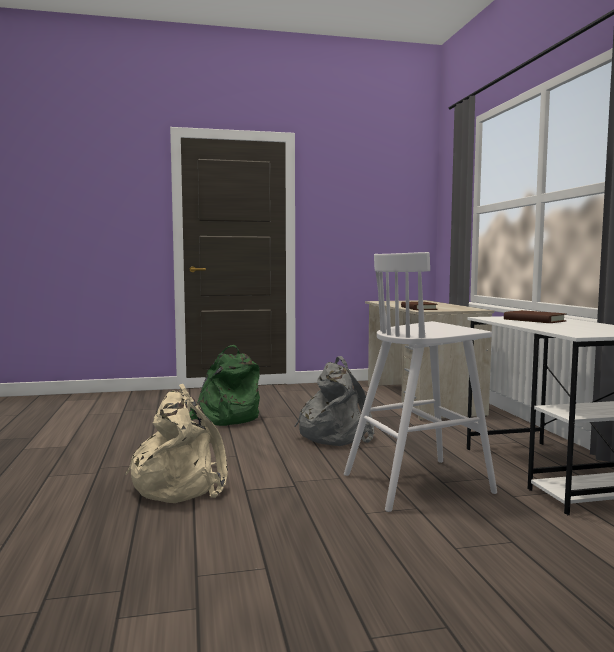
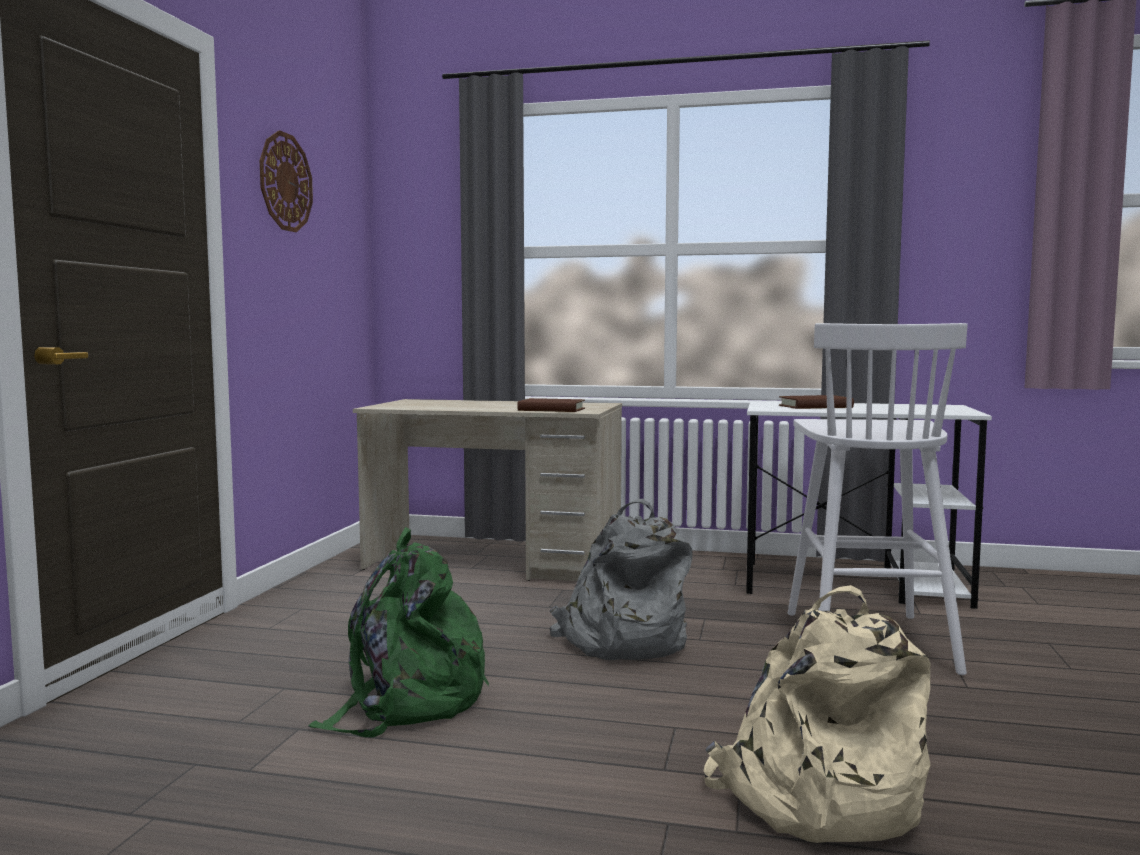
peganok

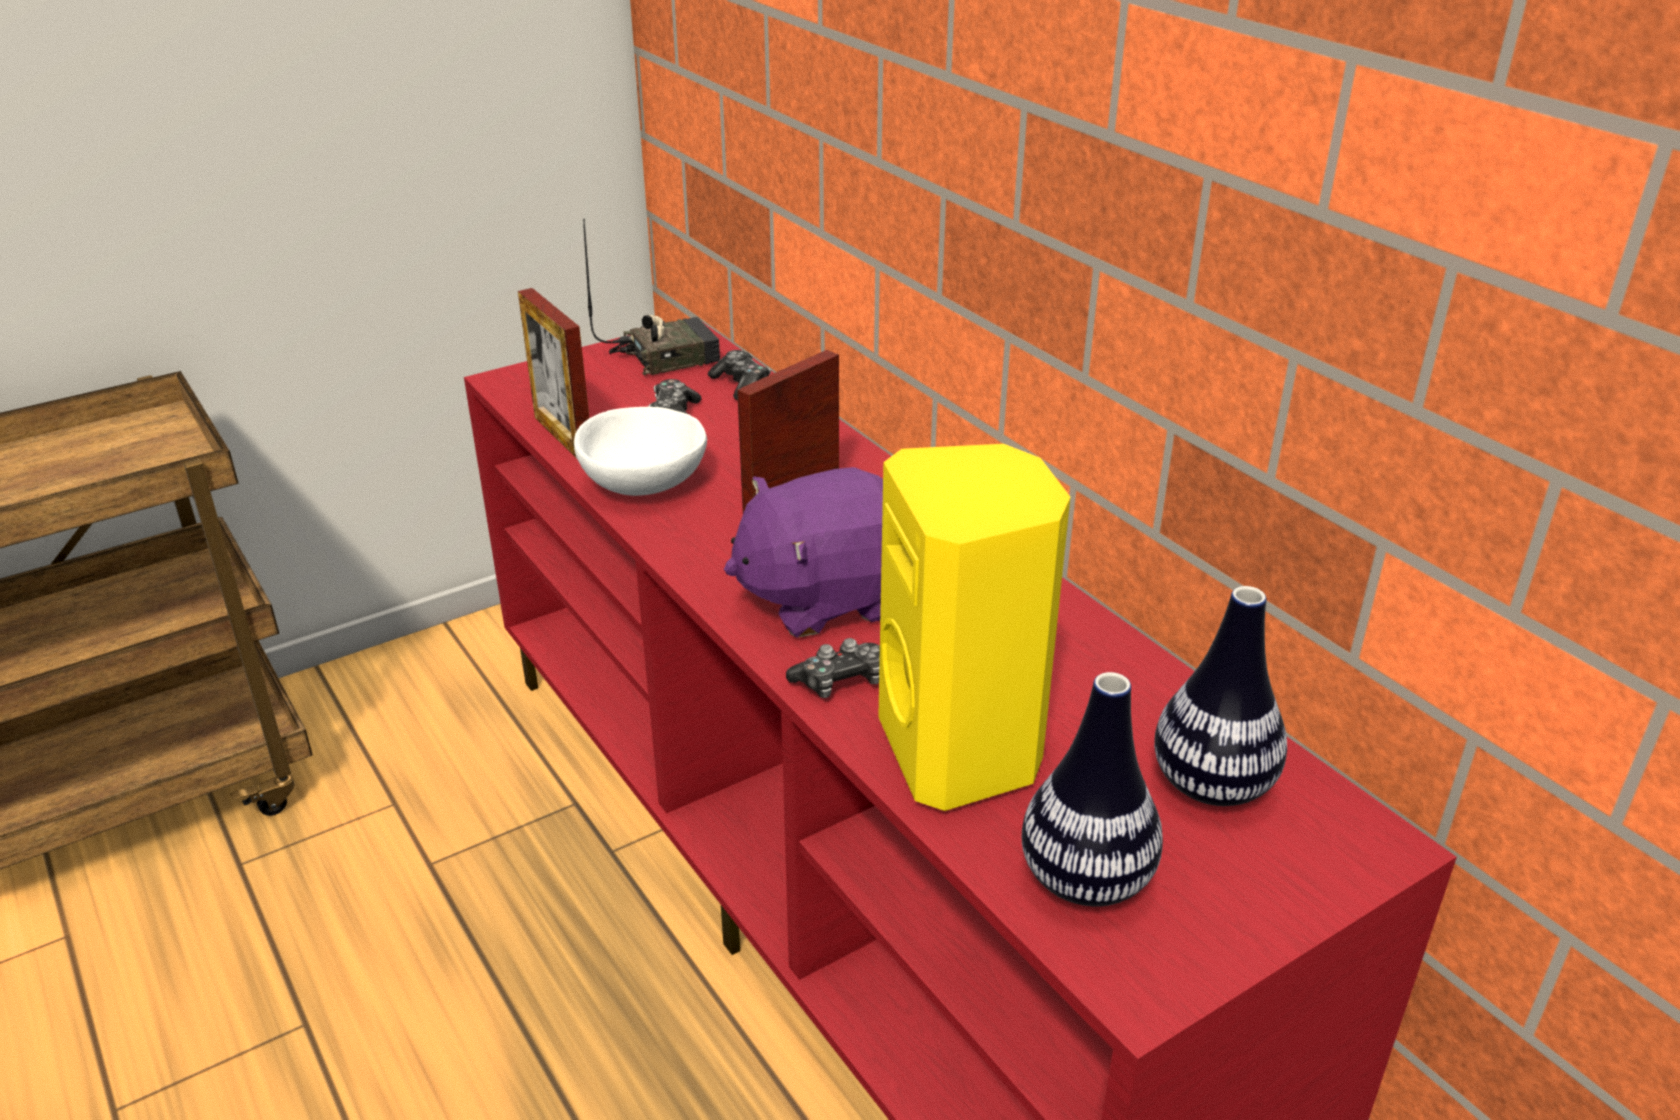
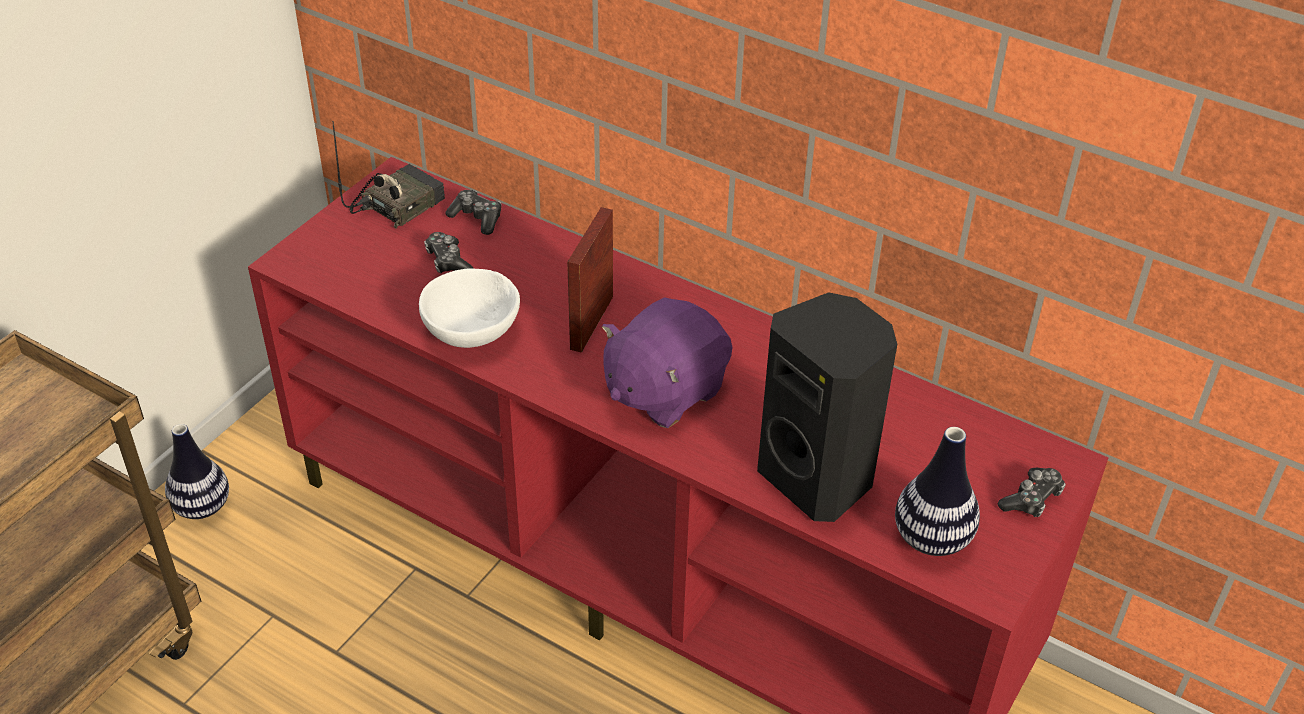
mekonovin (1st from left in the first image); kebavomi (3rd from left); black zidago; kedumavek (1st from left)

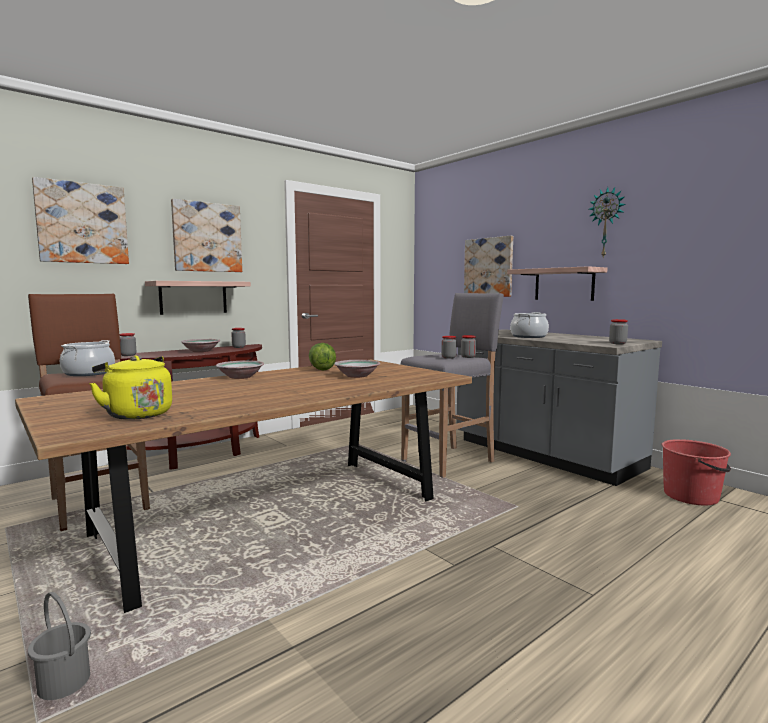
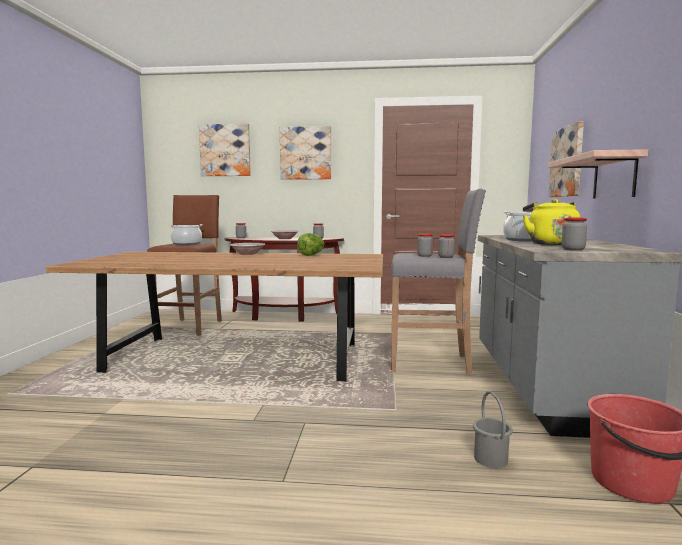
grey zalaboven; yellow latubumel; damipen (1st from left in the first image); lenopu (3rd from left in the first image); peganok

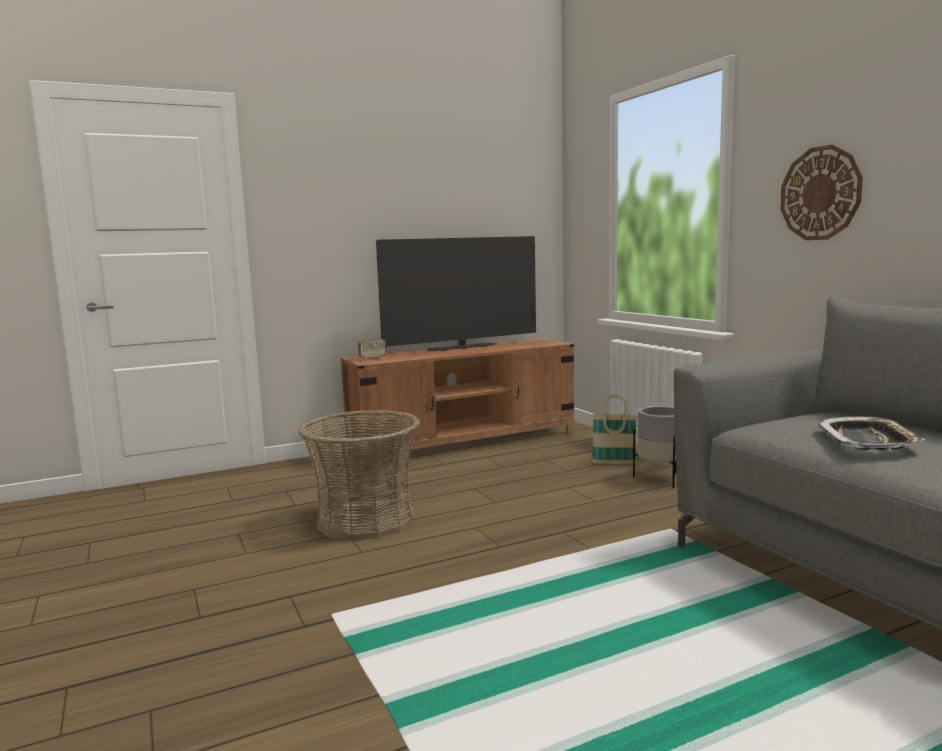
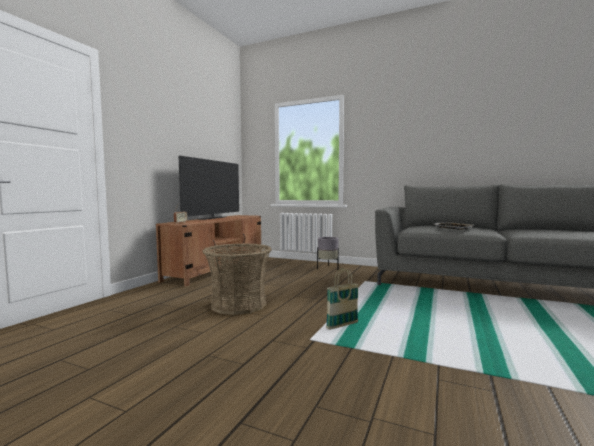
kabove (2nd from left); peganok

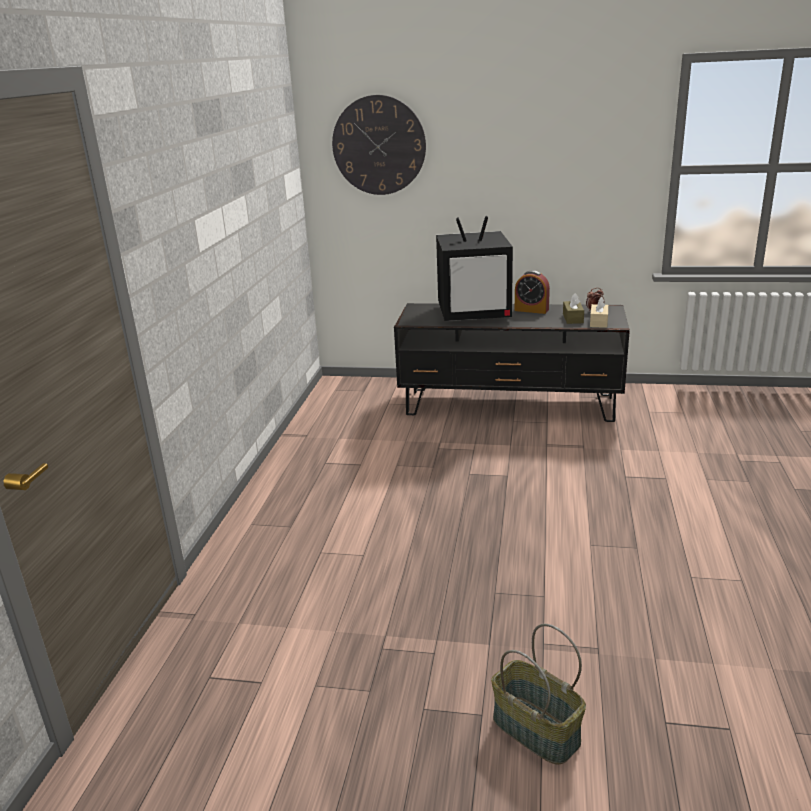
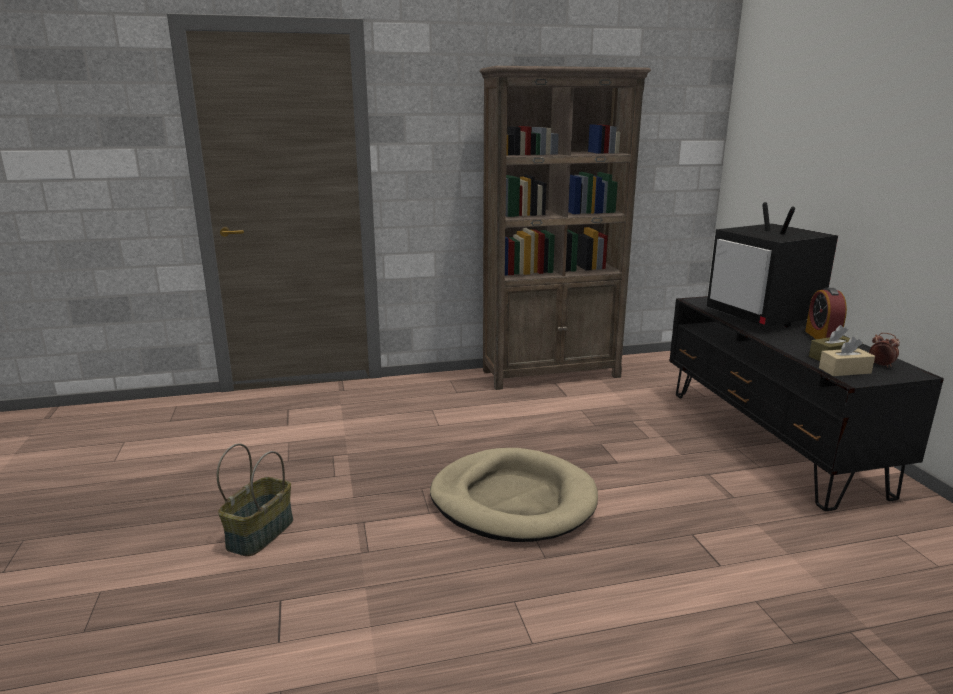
peganok; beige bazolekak; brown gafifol

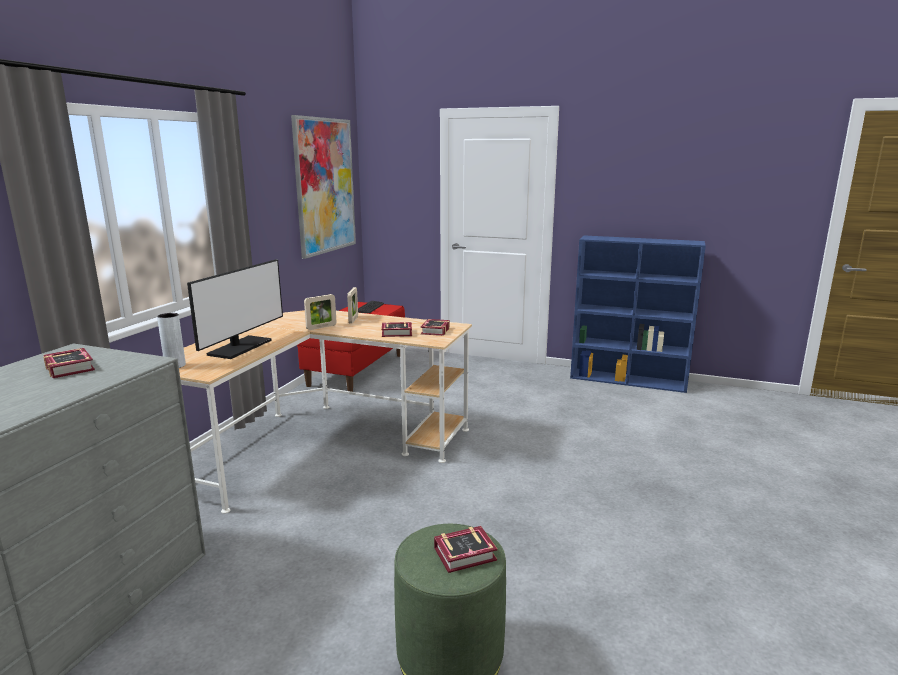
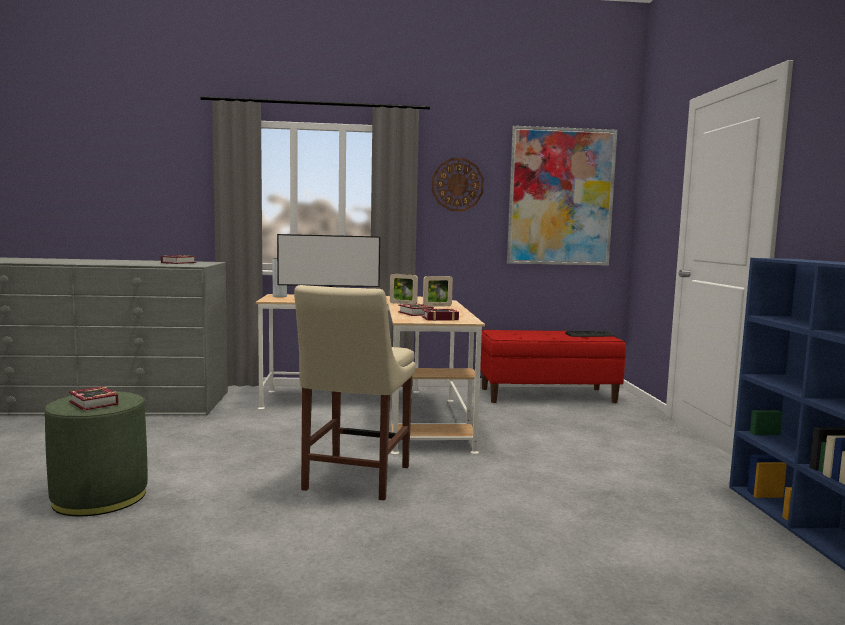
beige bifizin; peganok

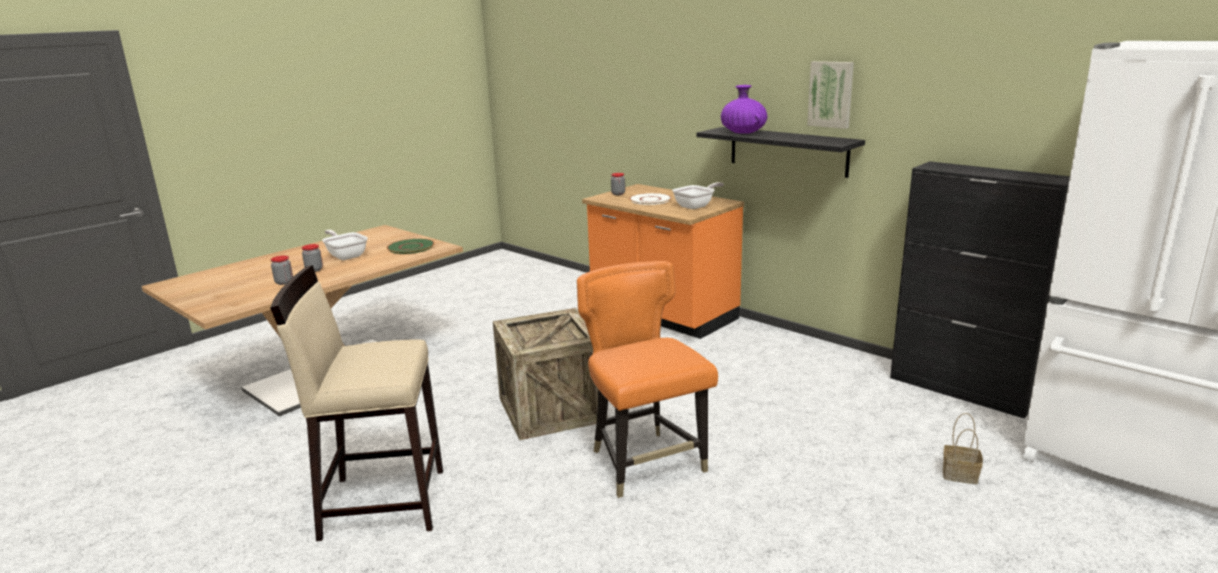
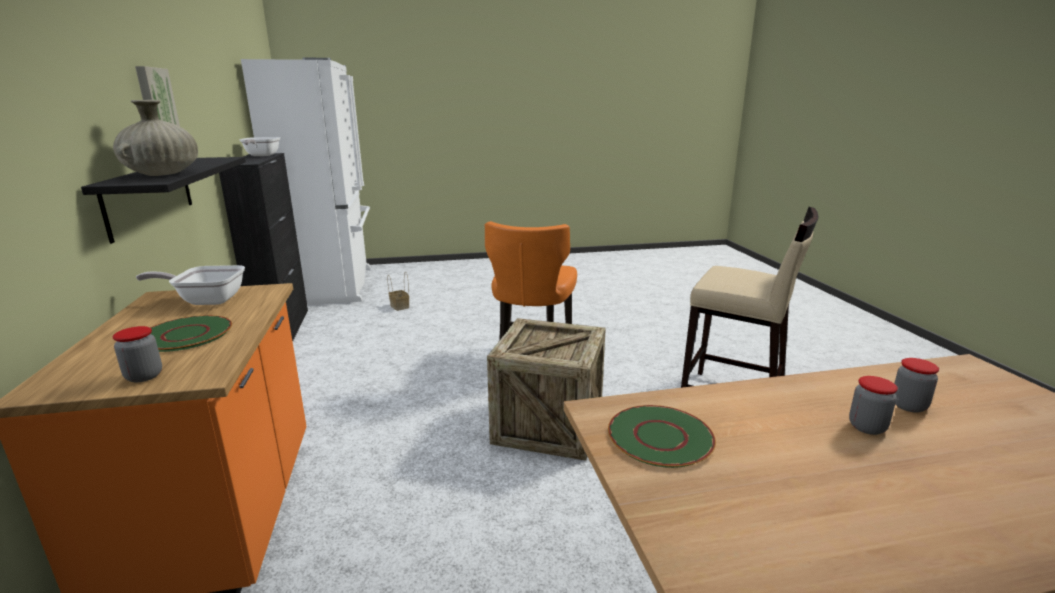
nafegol (2nd from left); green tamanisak (1st from left); beige kedumavek

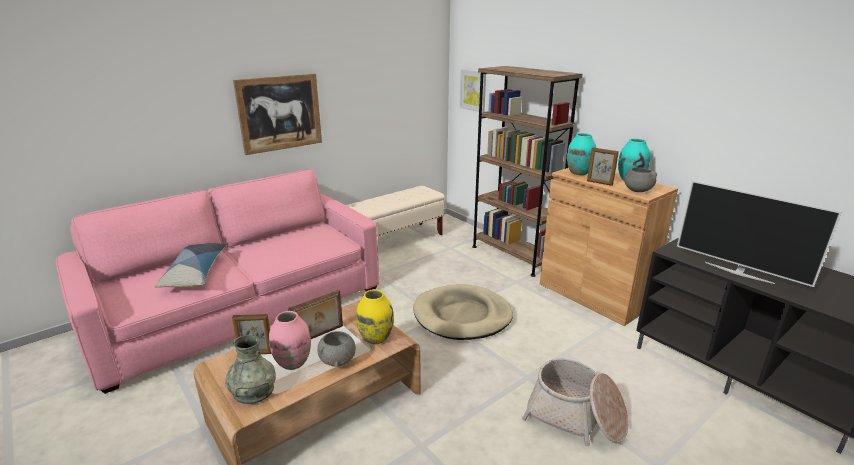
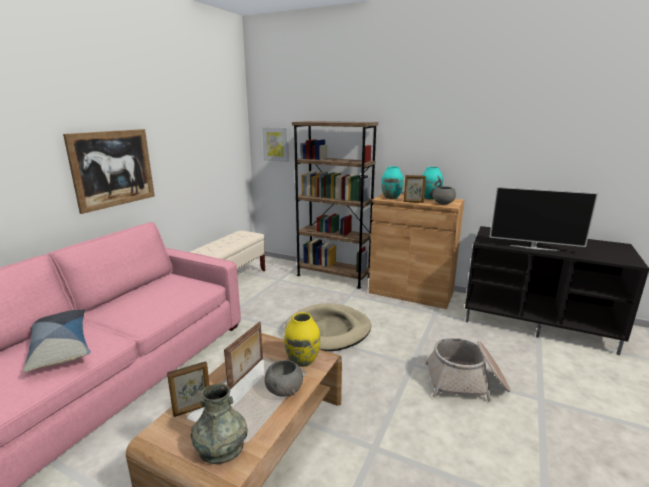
pink kedumavek

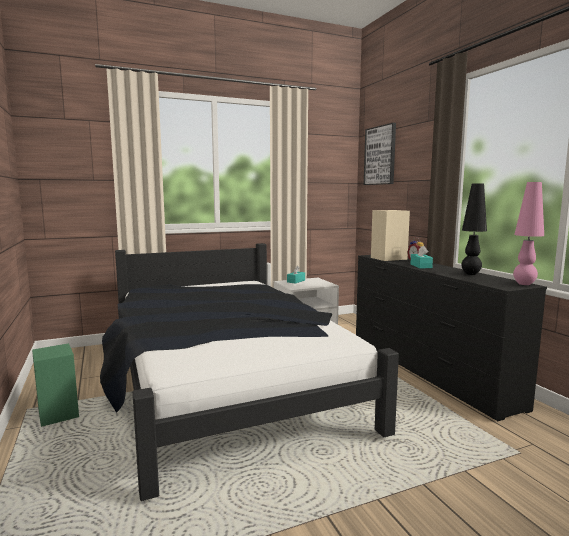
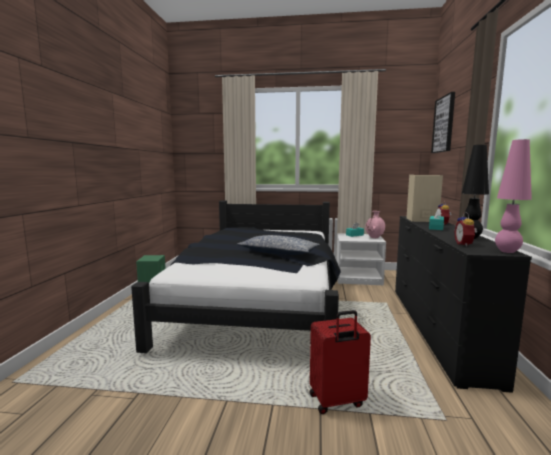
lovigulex; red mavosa; pink kedumavek; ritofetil (2nd from left)

